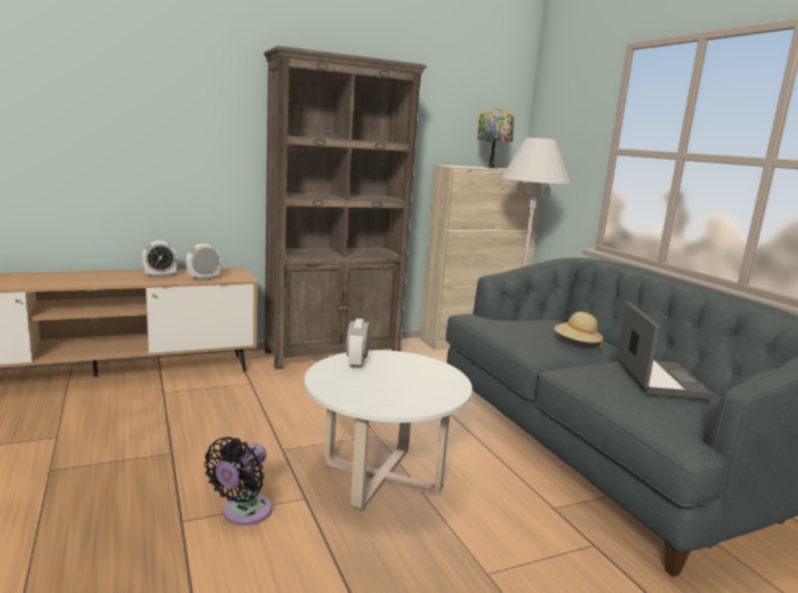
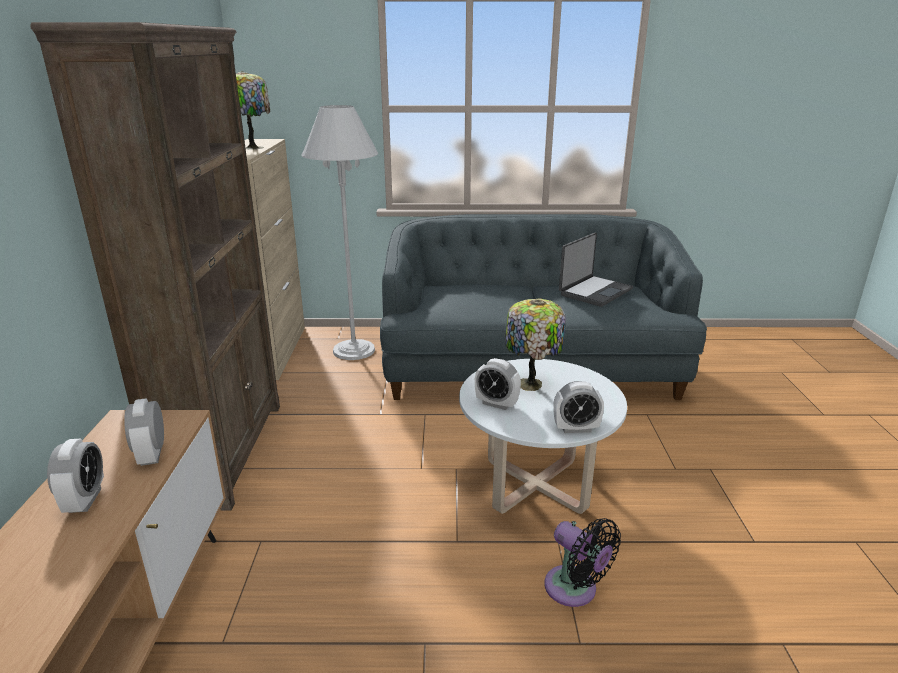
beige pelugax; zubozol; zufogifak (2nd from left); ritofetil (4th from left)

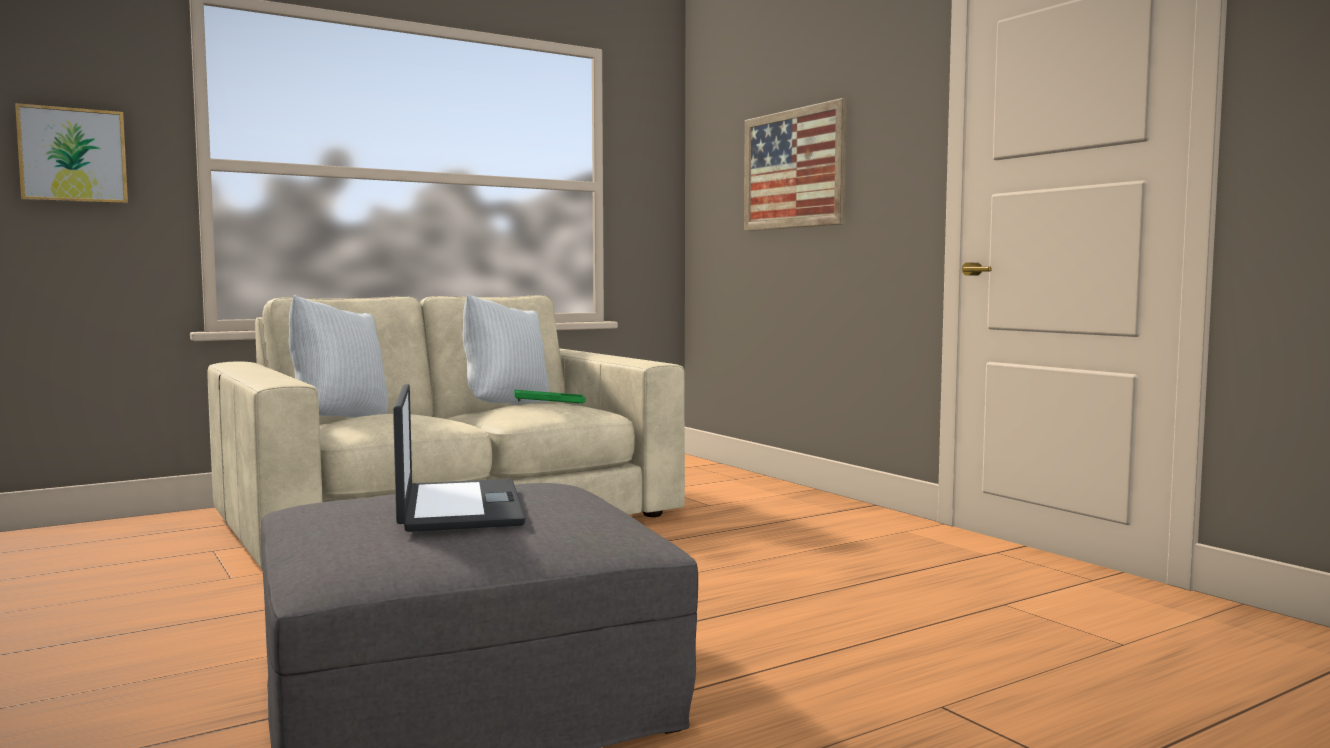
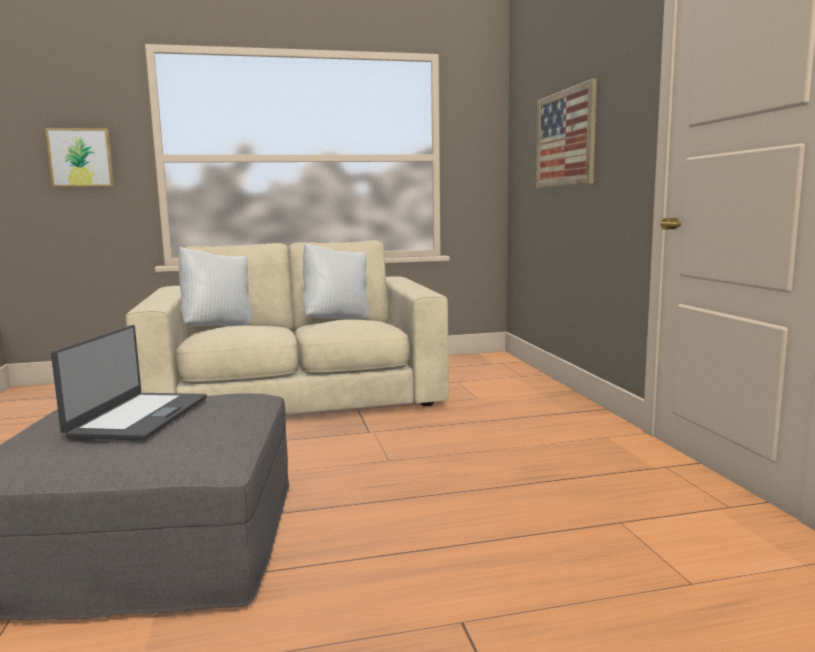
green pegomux

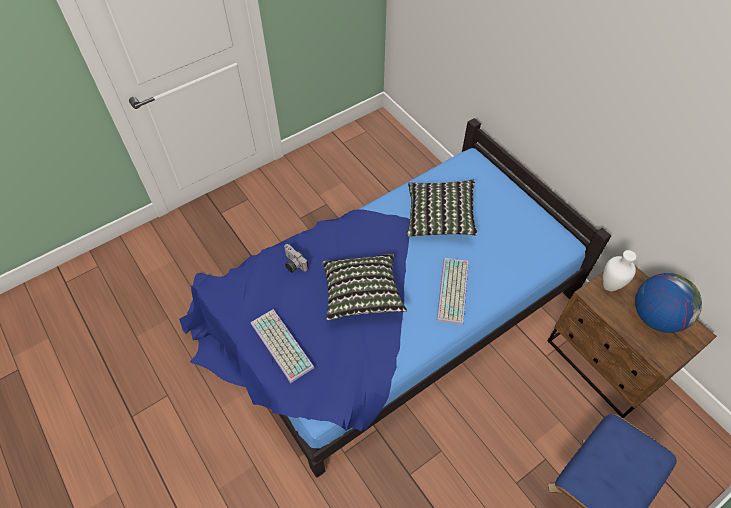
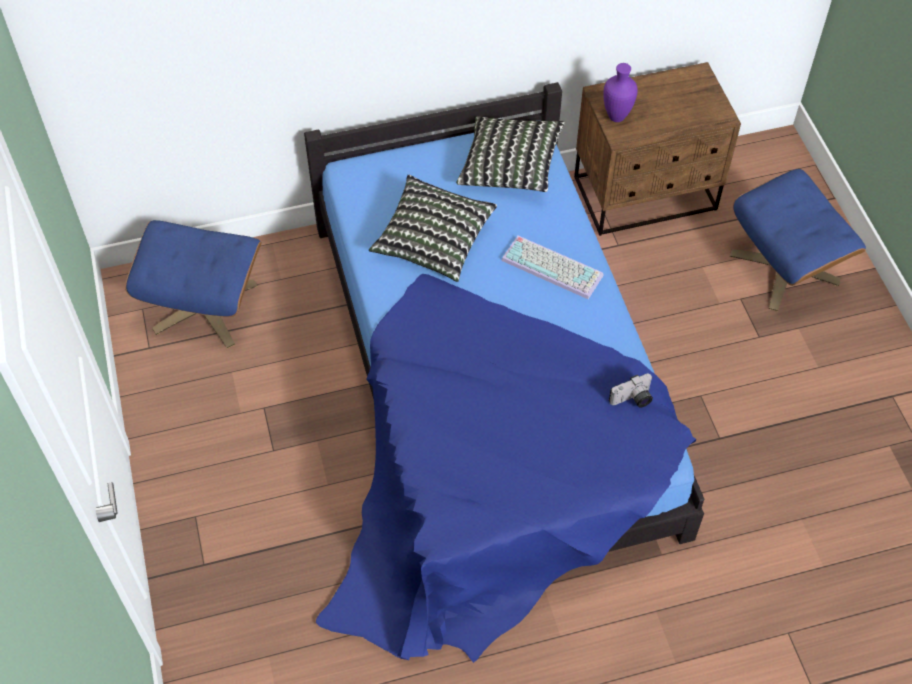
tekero (1st from left in the first image); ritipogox; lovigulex (2nd from left); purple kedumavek; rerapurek; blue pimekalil (1st from left)

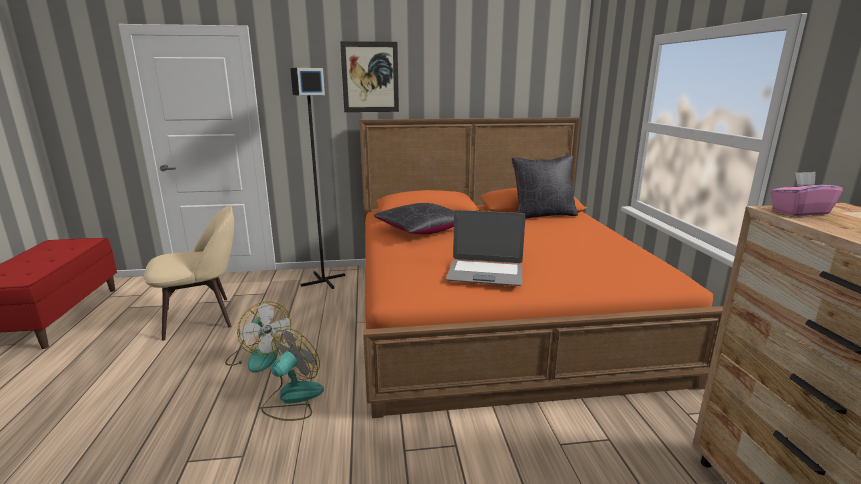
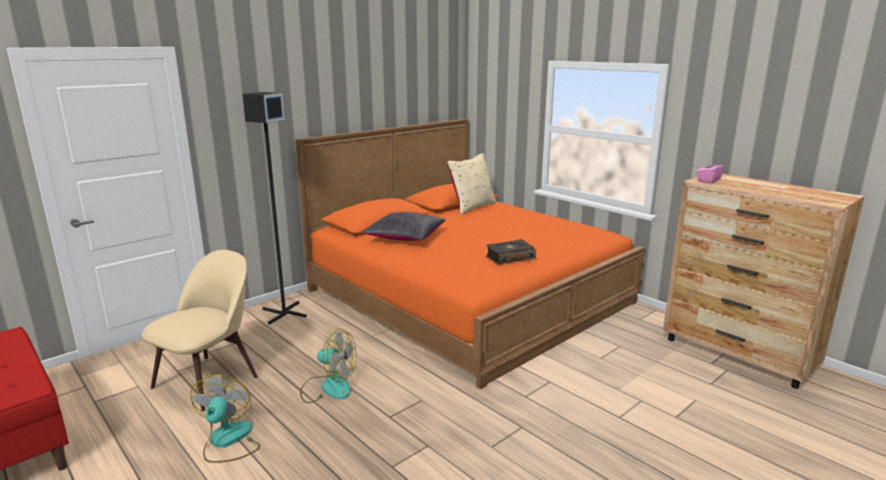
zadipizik (1st from left); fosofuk; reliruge; beige lovigulex

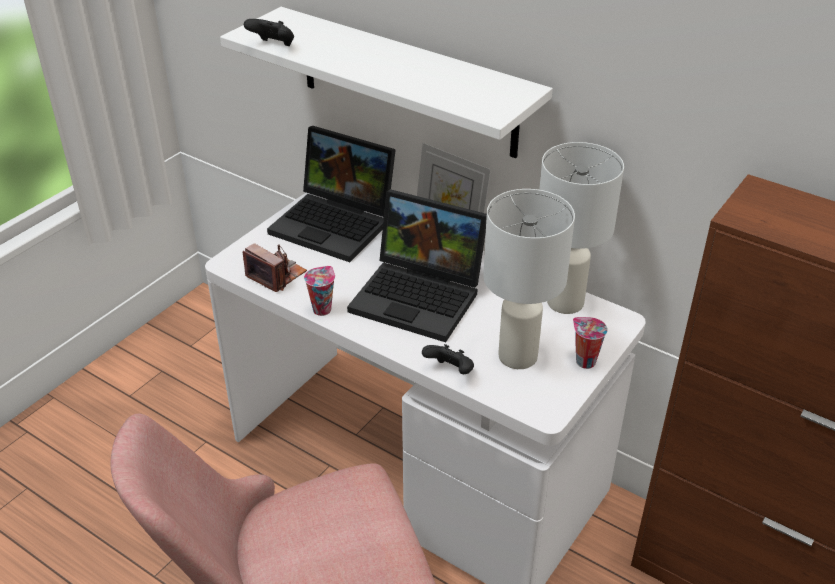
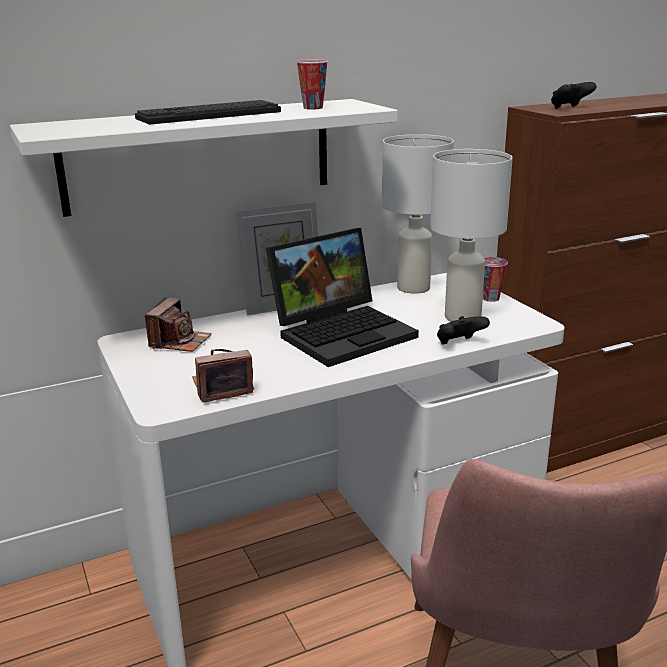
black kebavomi (2nd from left); ritipogox (1st from left); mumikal (1st from left); tekero

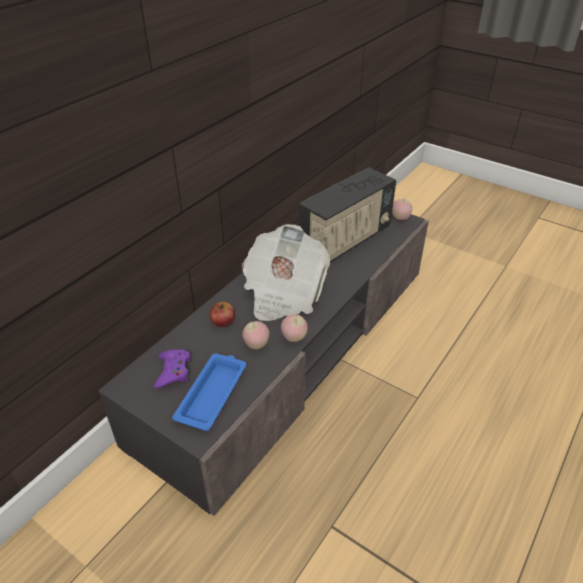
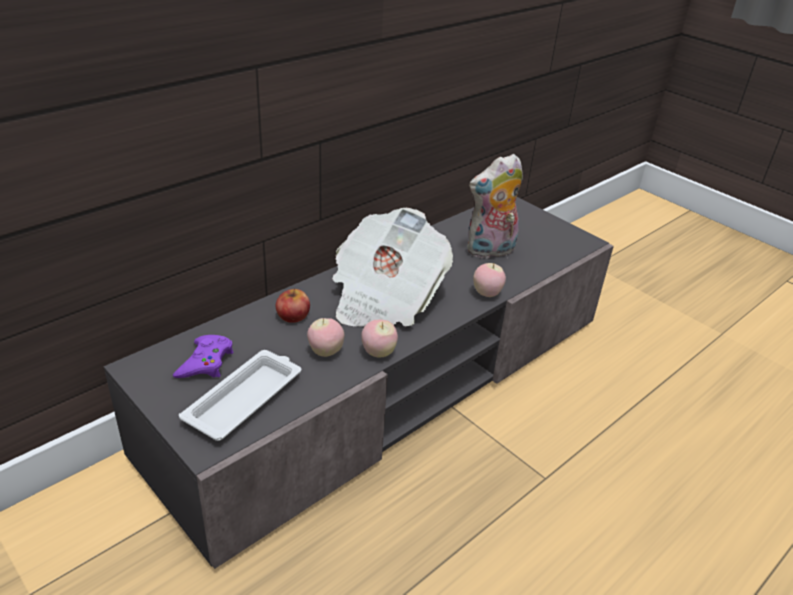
white pegomux; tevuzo; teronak (4th from left)

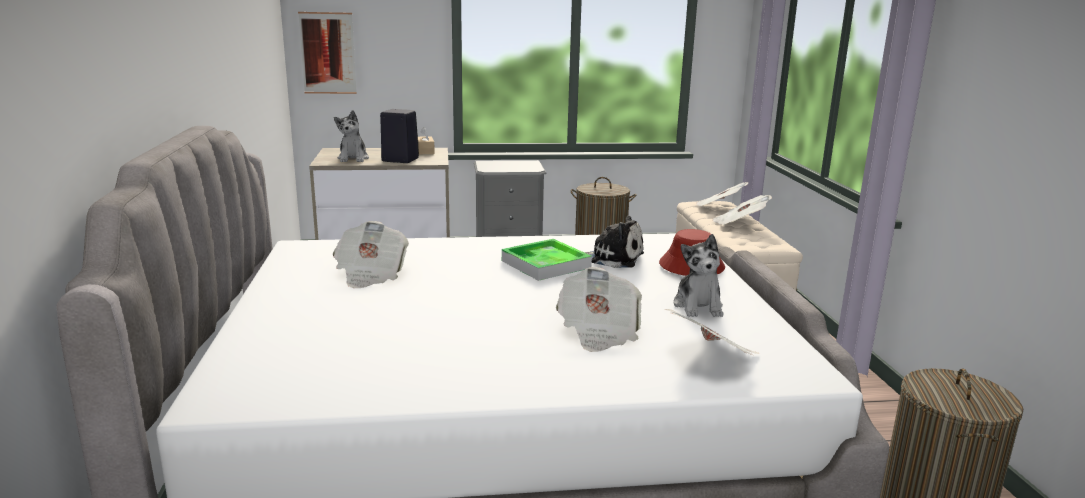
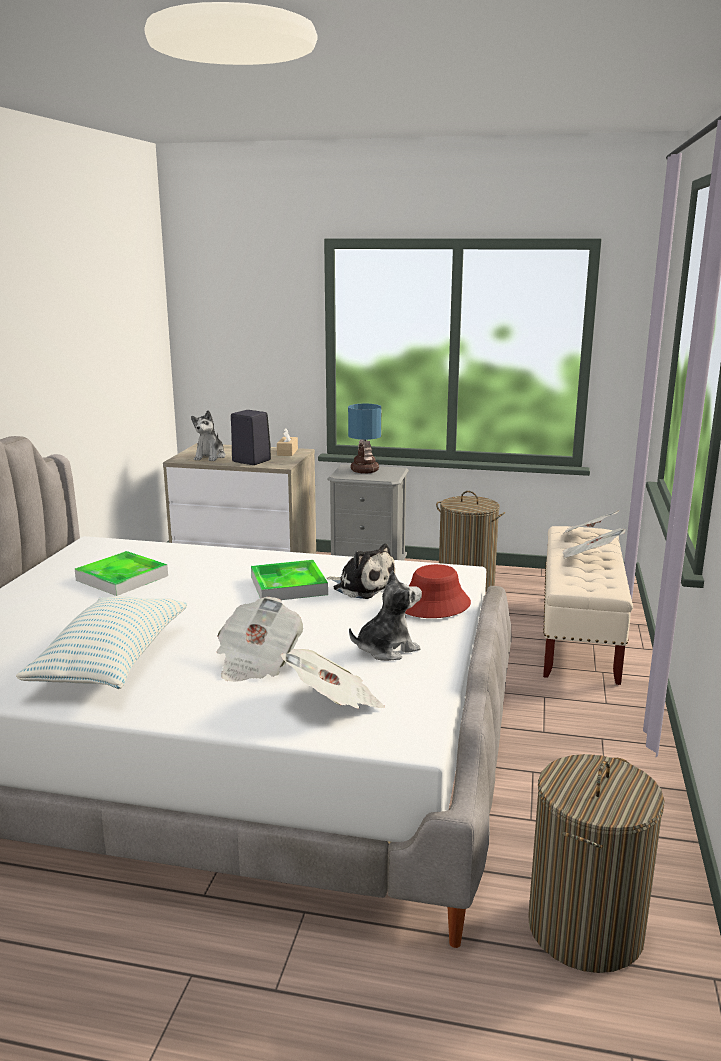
fosofuk; pegomux (1st from left); tevuzo (3rd from left); lovigulex; zufogifak

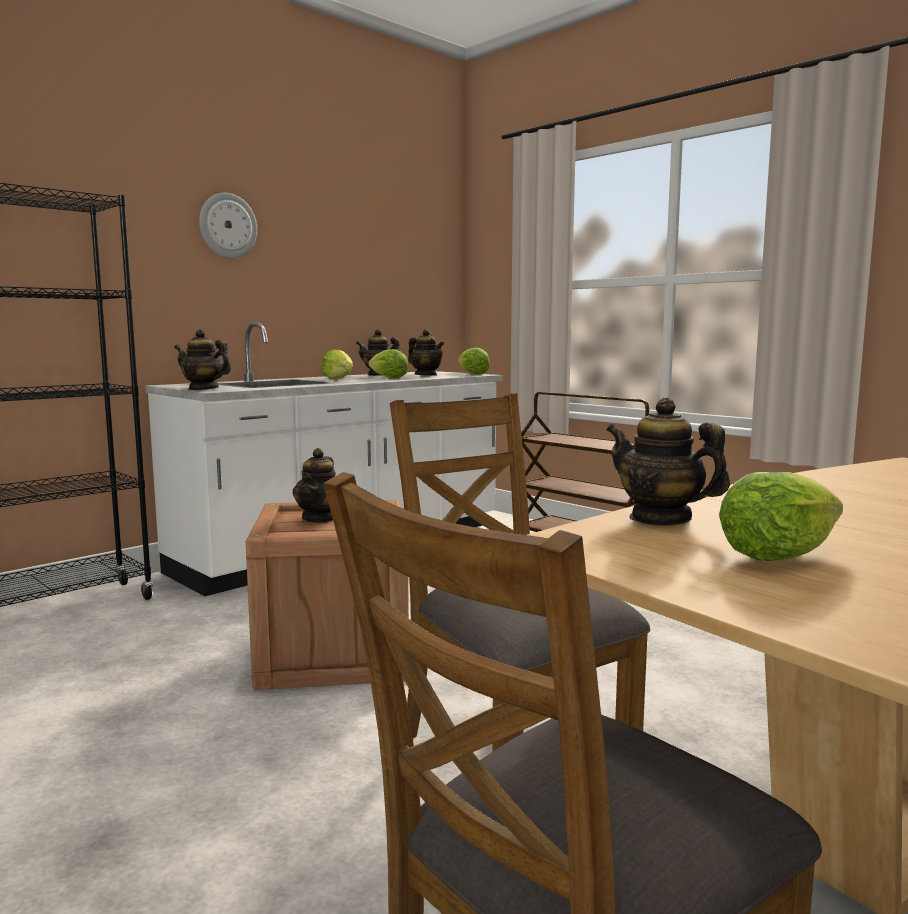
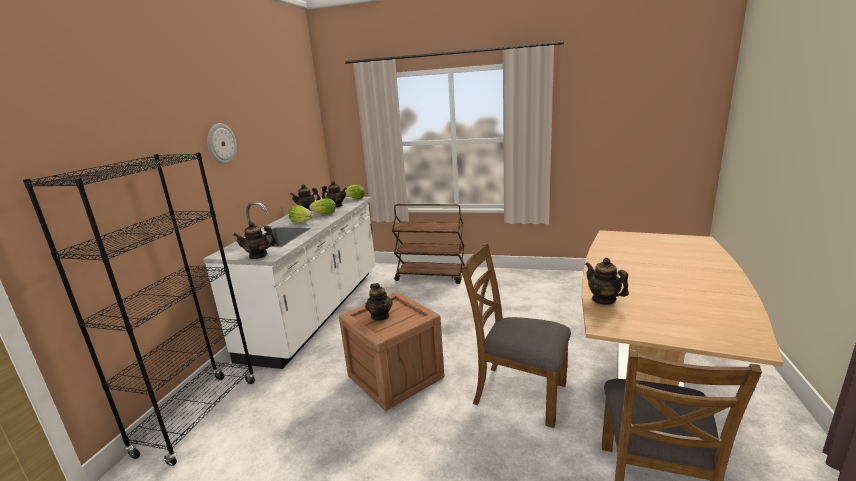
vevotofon (5th from left); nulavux (4th from left in the first image)

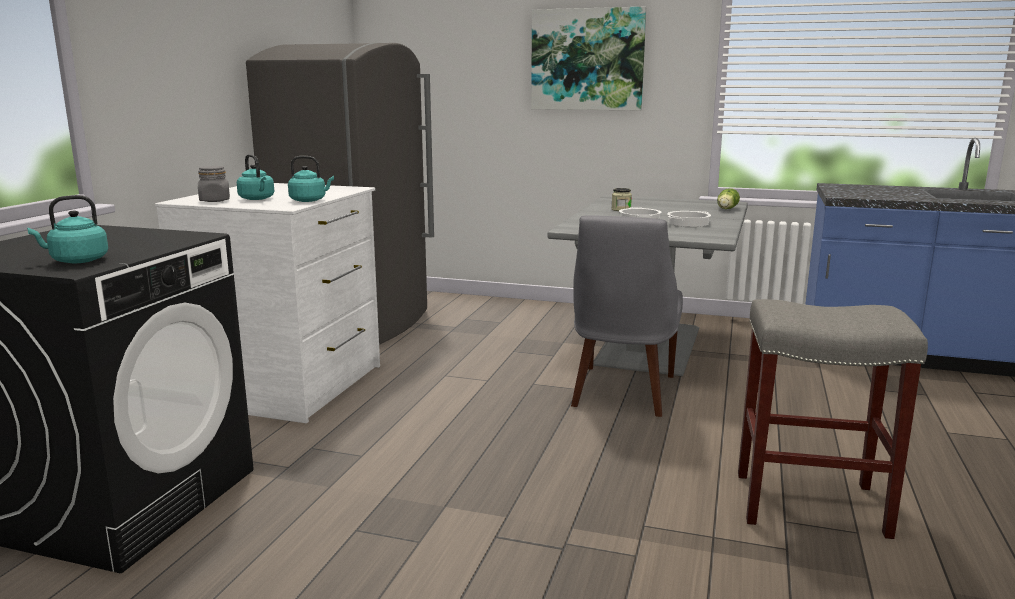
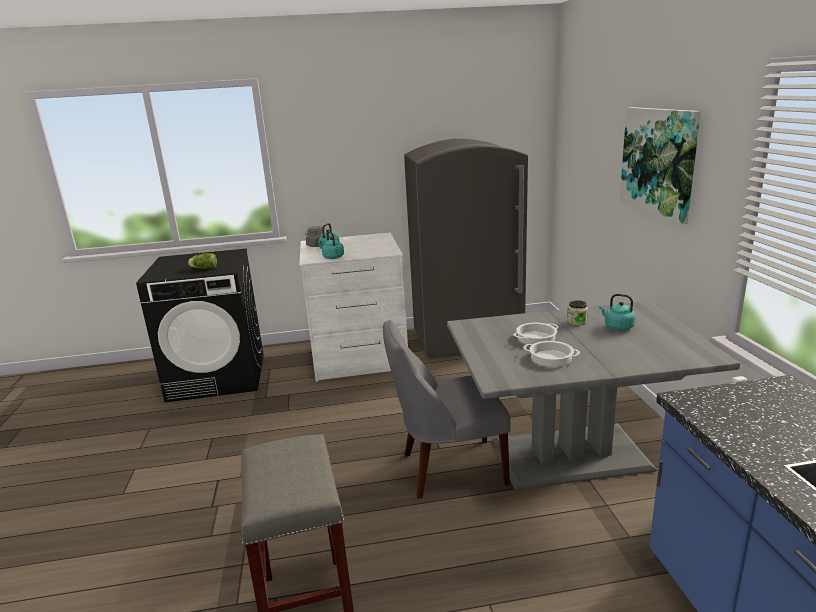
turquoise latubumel (3rd from left); nulavux

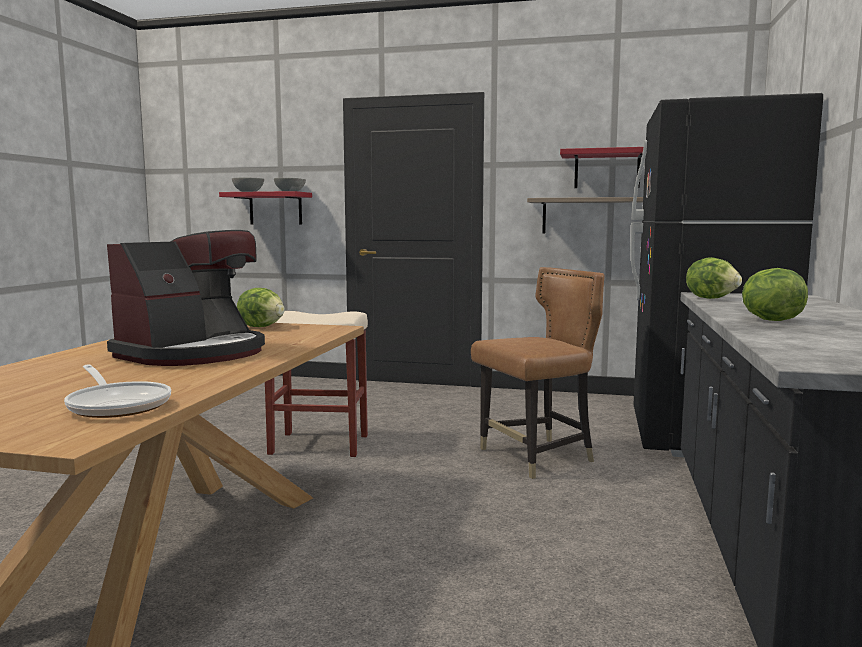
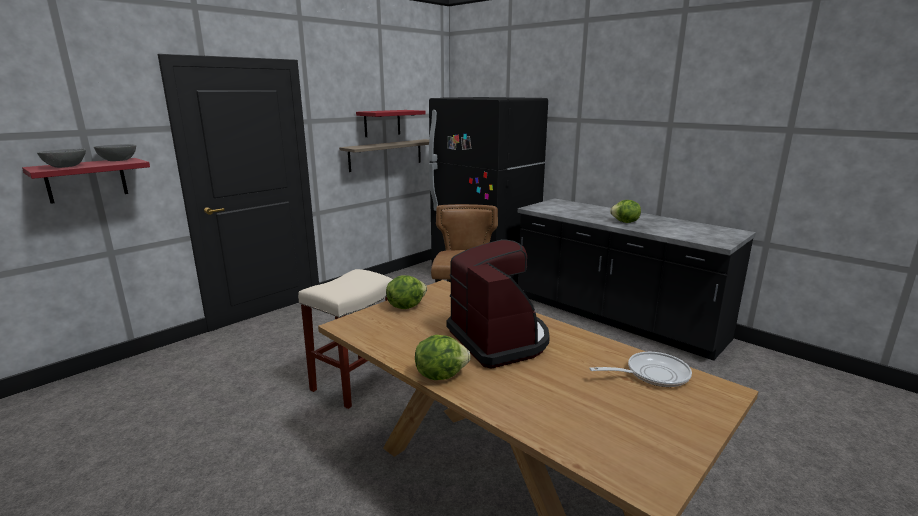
nulavux (2nd from left)

